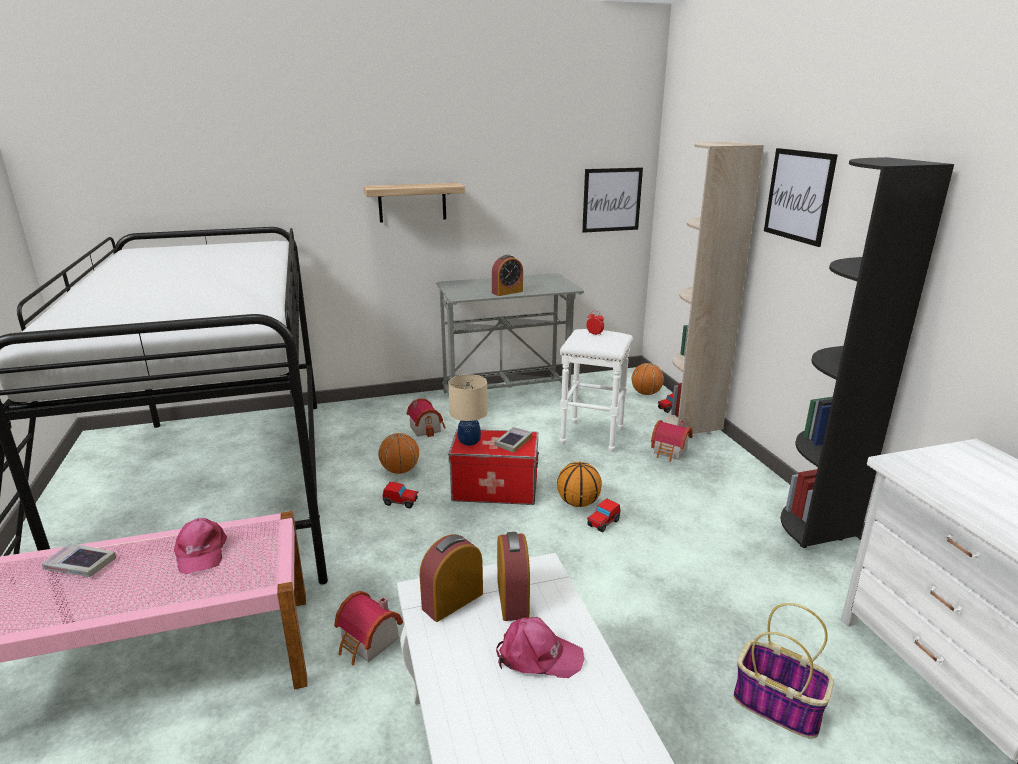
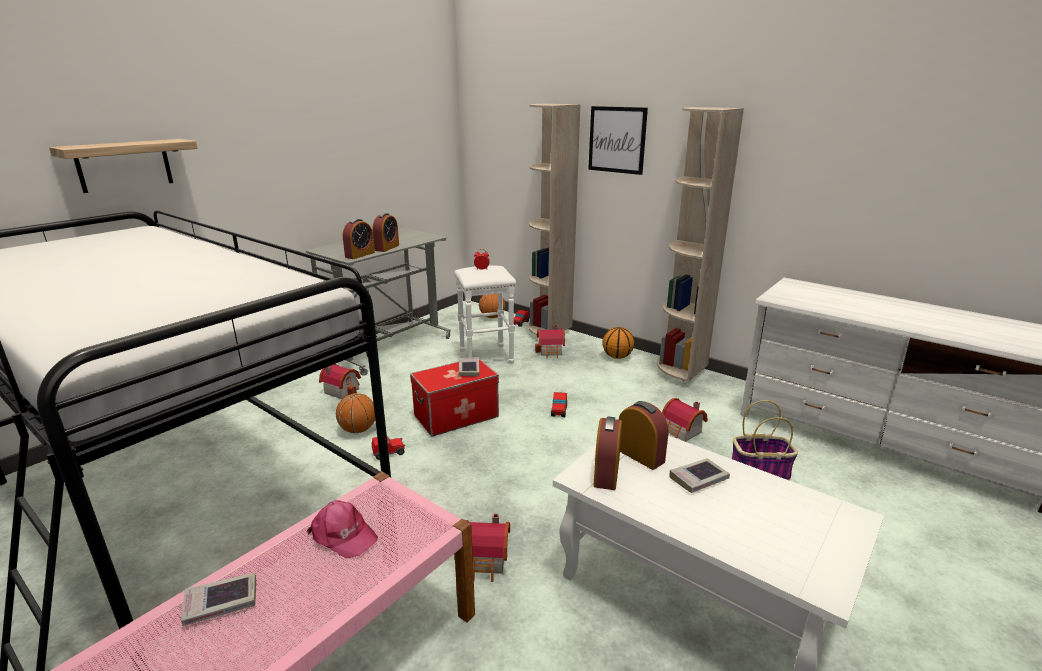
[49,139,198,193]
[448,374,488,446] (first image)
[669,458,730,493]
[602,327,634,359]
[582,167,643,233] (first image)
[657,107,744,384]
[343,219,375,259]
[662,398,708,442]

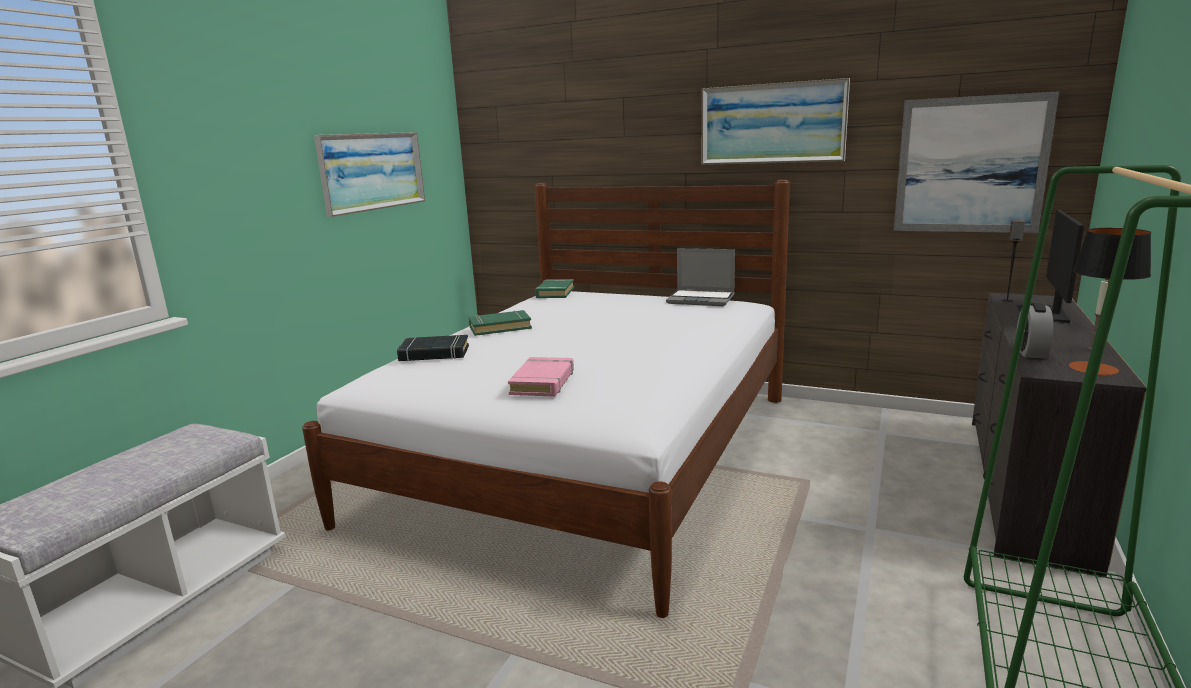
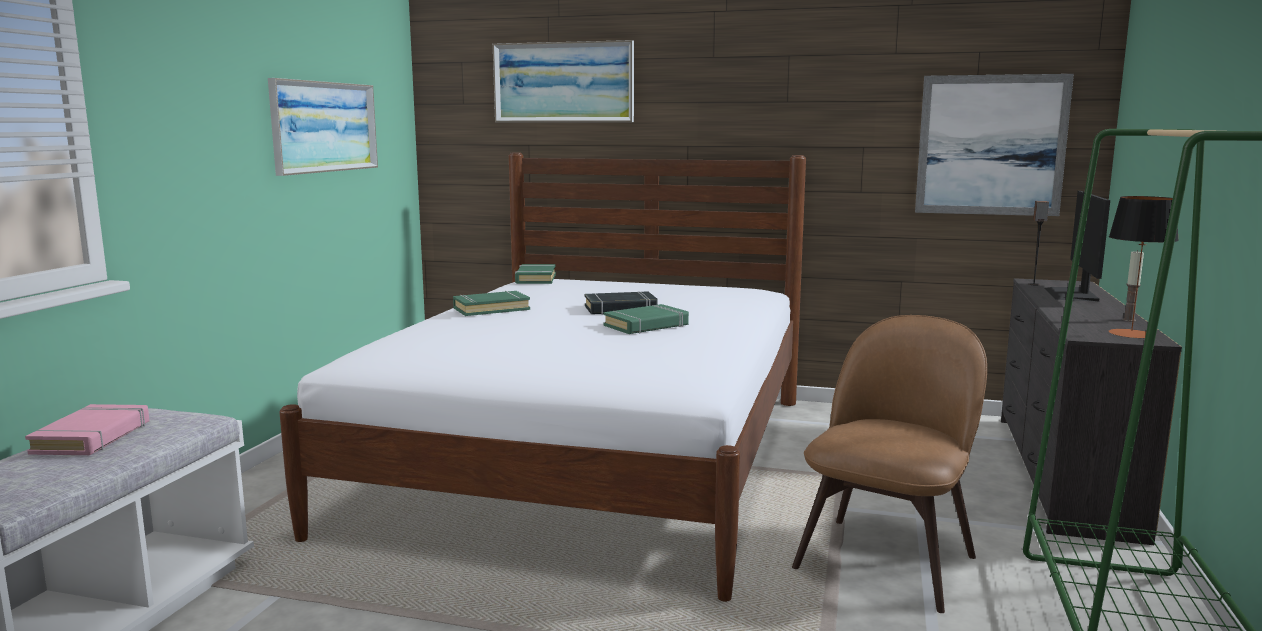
[585,291,658,315]
[25,404,150,455]
[666,248,735,306] (first image)
[493,40,634,122]
[1016,303,1054,359] (first image)
[603,304,689,334]
[792,315,987,613]

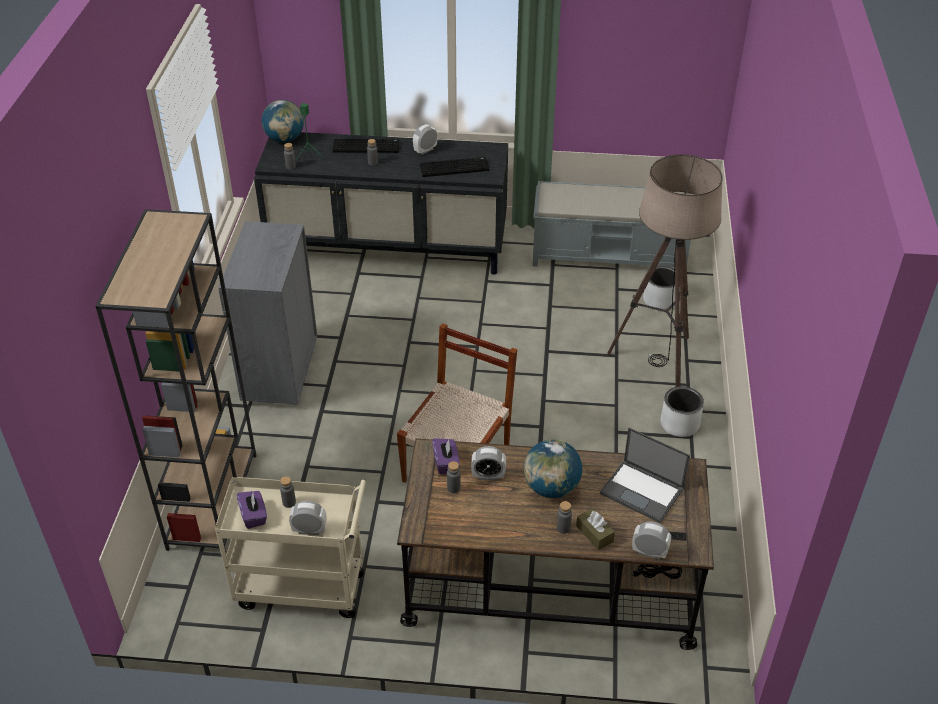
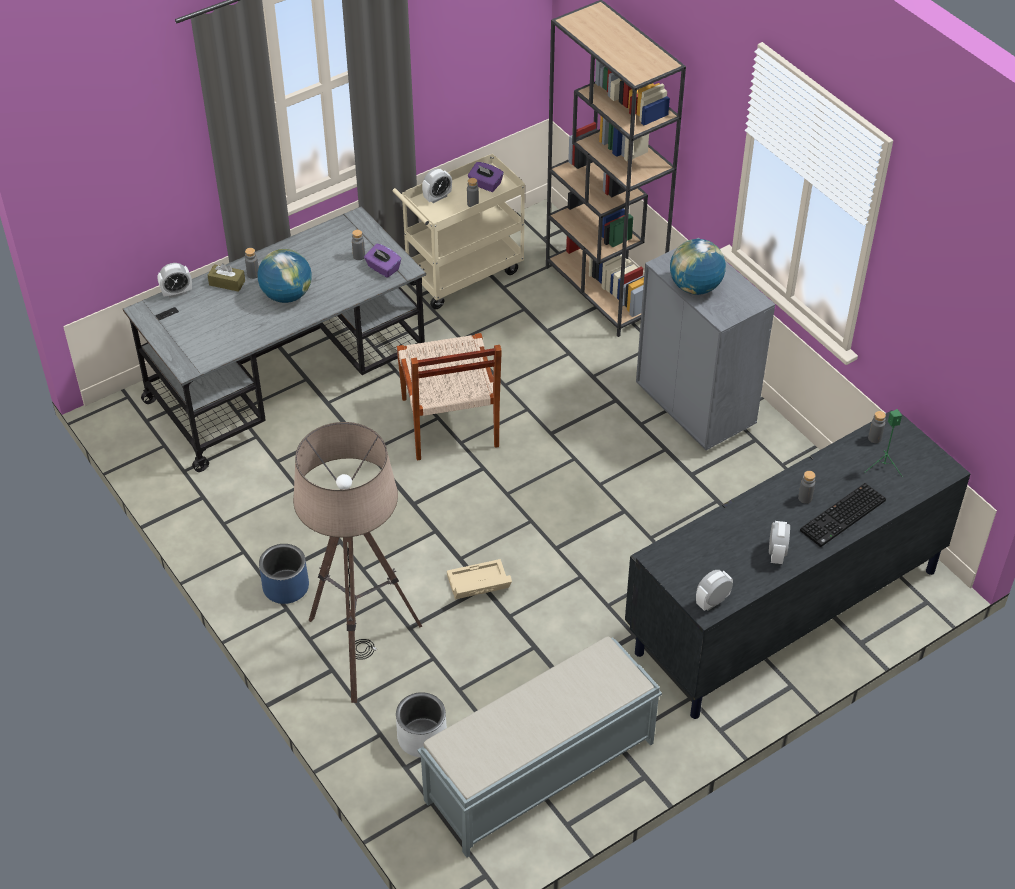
[670,239,726,295]
[123,206,426,472]
[420,157,489,177] (first image)
[696,570,733,611]
[600,428,690,523] (first image)
[259,544,309,604]
[447,559,512,600]

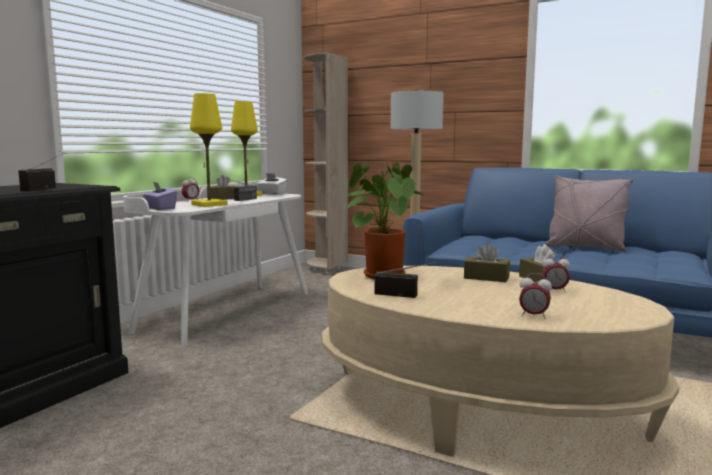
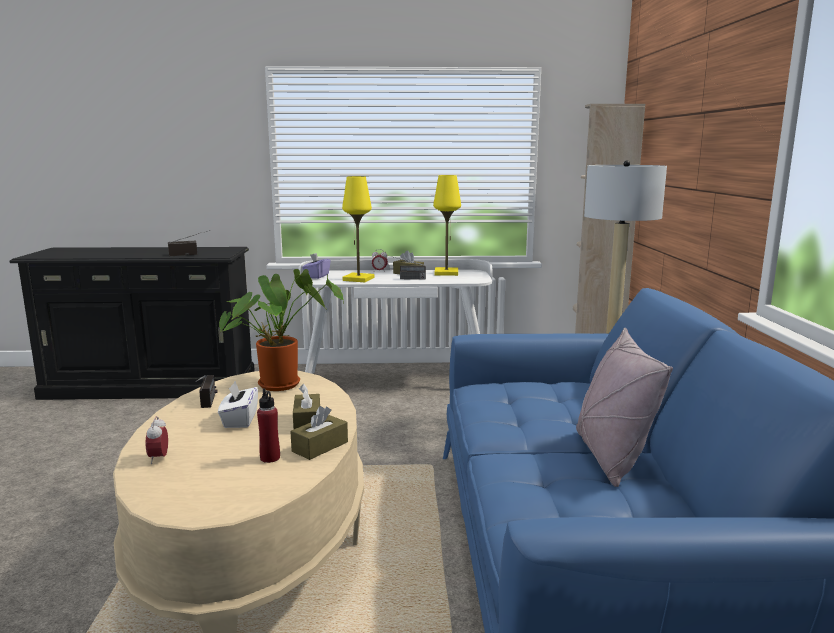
[218,381,258,428]
[257,388,280,463]

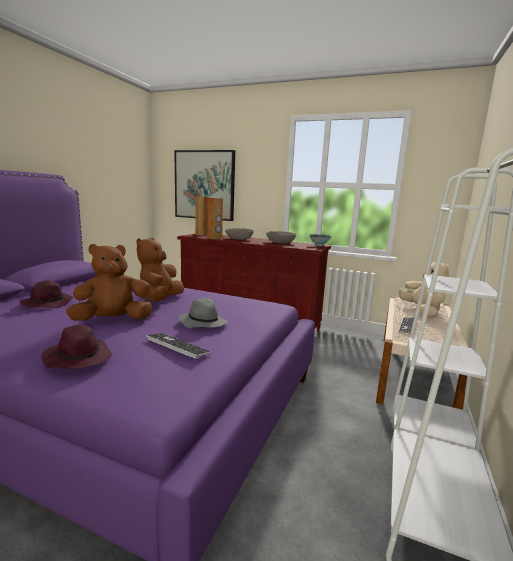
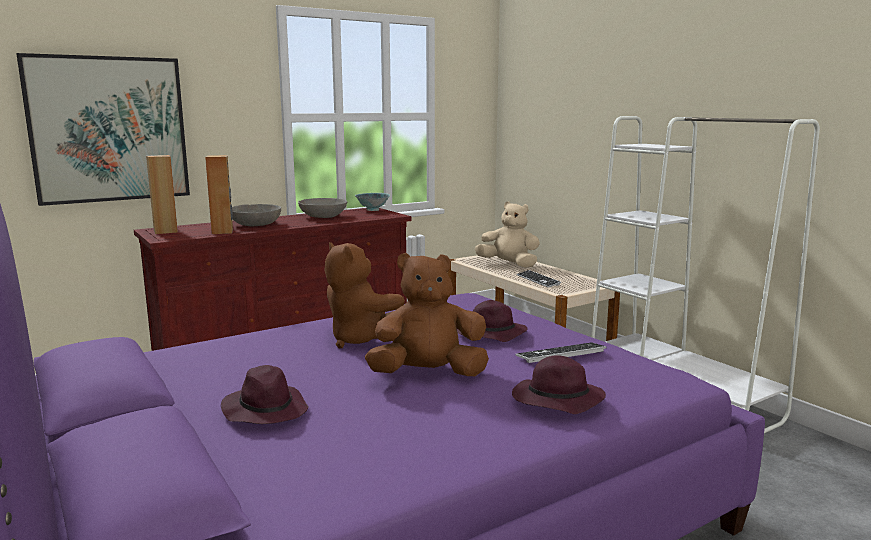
[365,253,489,376]
[457,300,527,342]

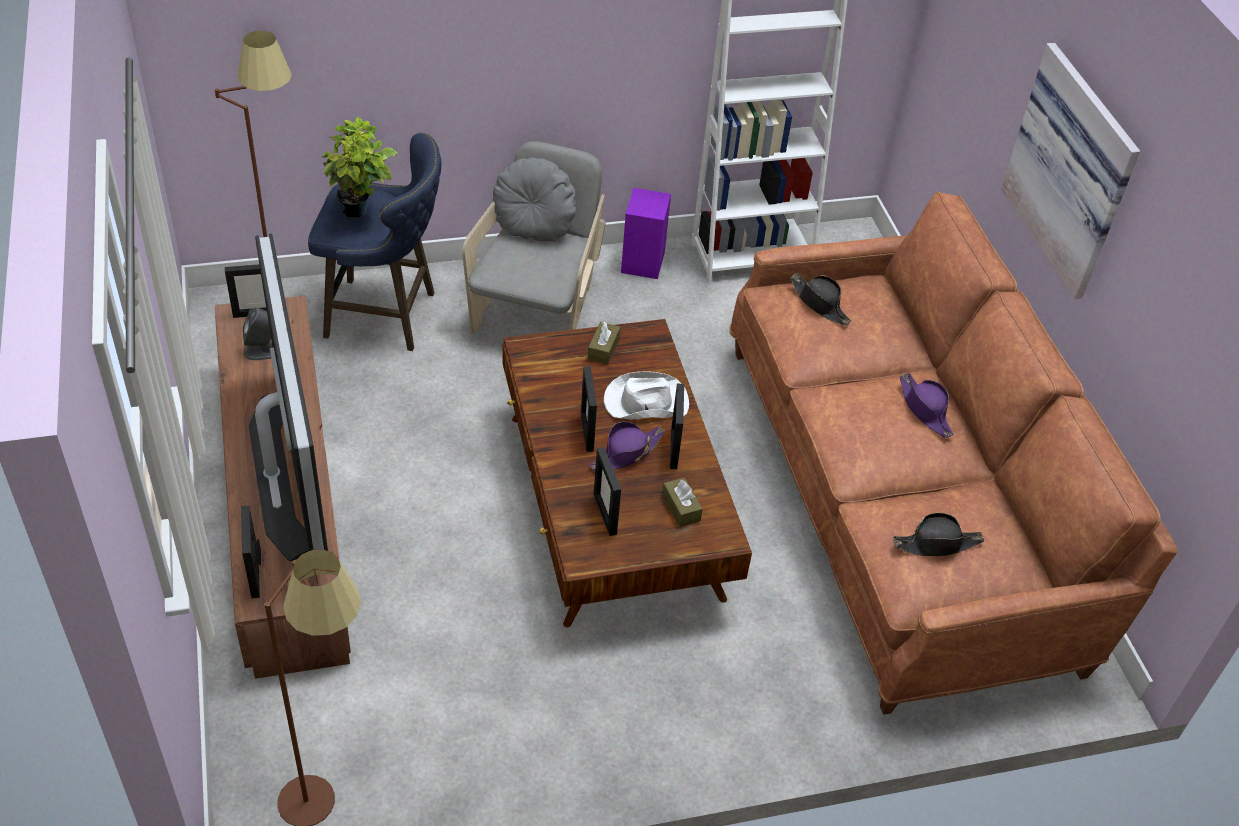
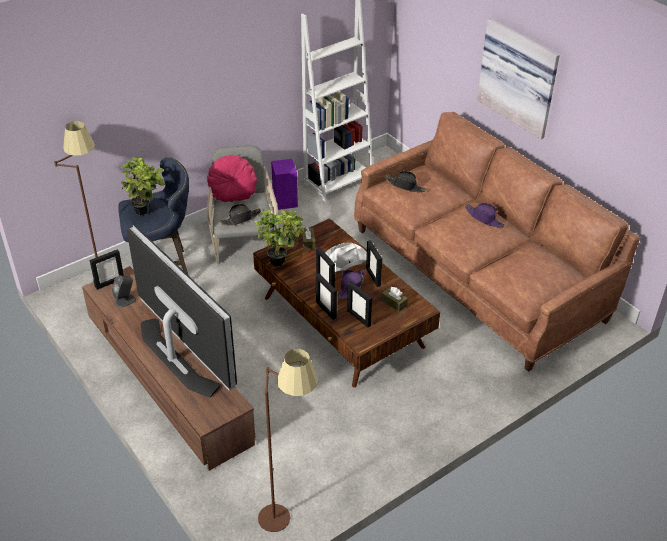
[316,273,337,320]
[207,155,257,202]
[220,204,261,225]
[255,209,303,267]

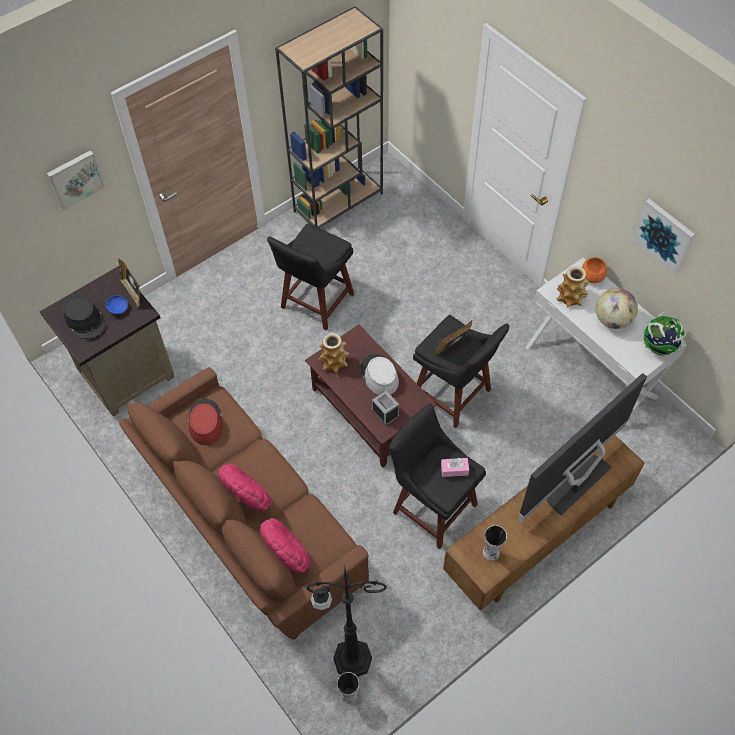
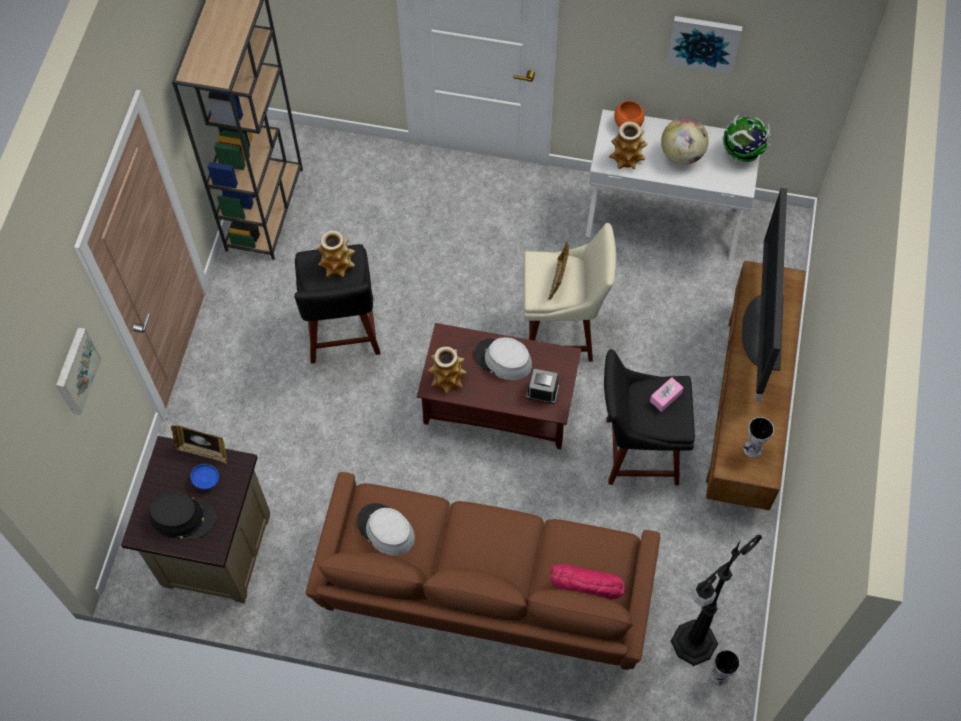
[357,503,415,556]
[218,464,272,511] (first image)
[523,223,616,361]
[317,230,355,277]

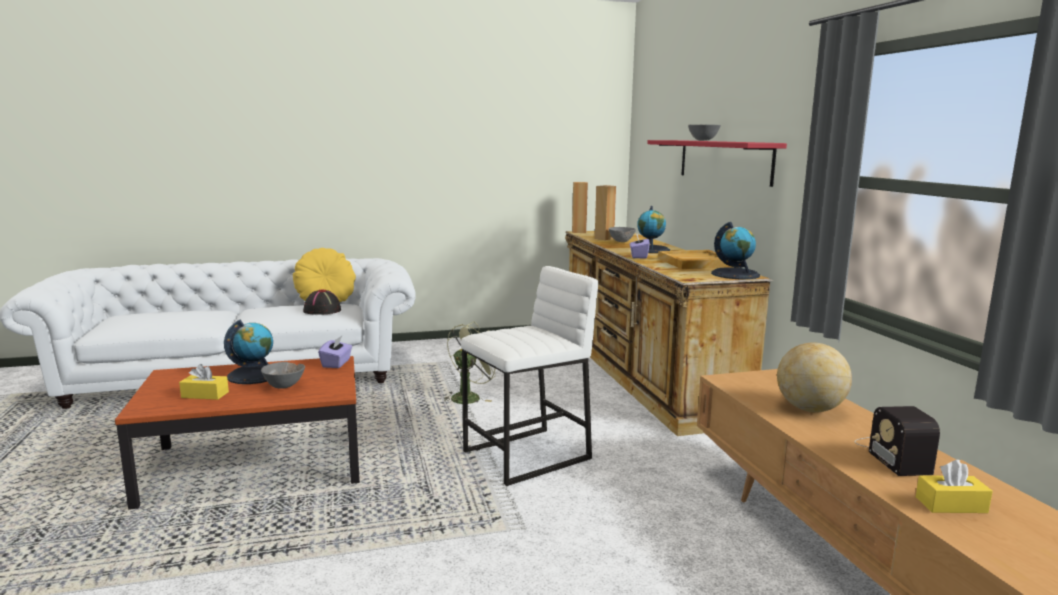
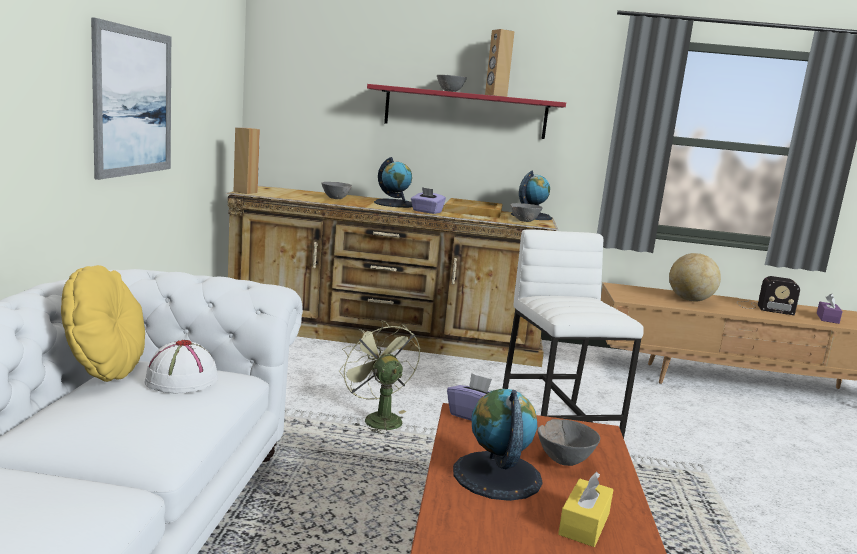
[144,340,218,393]
[485,29,515,97]
[816,294,843,324]
[91,17,171,180]
[510,203,543,222]

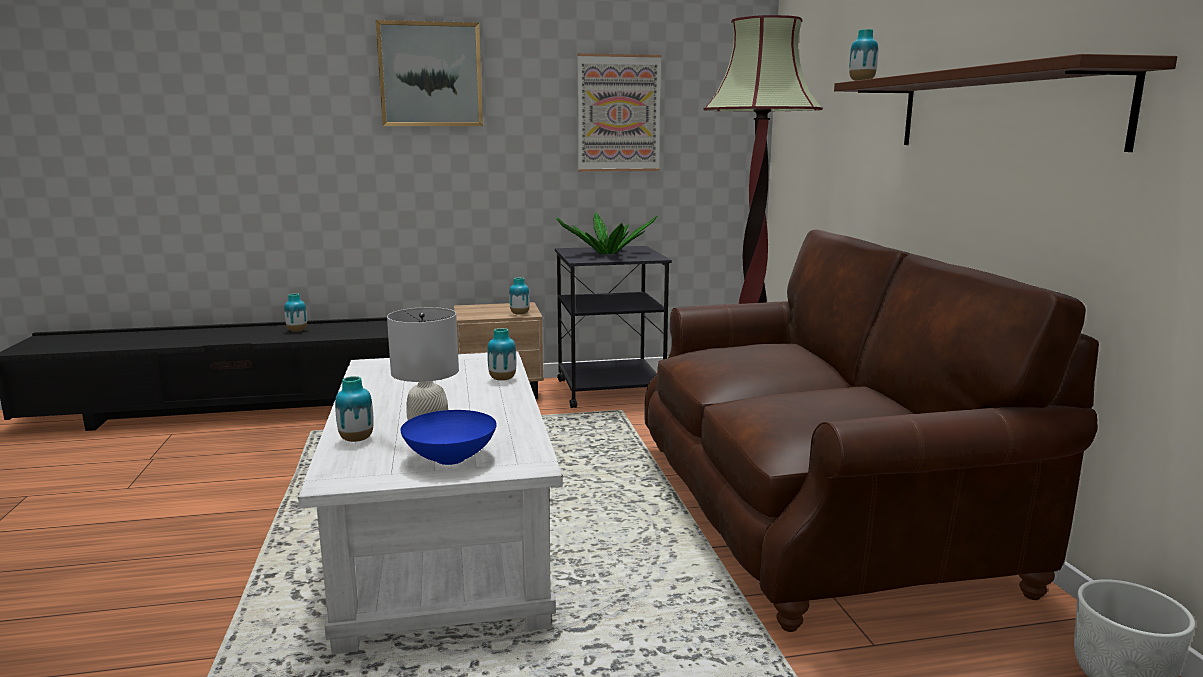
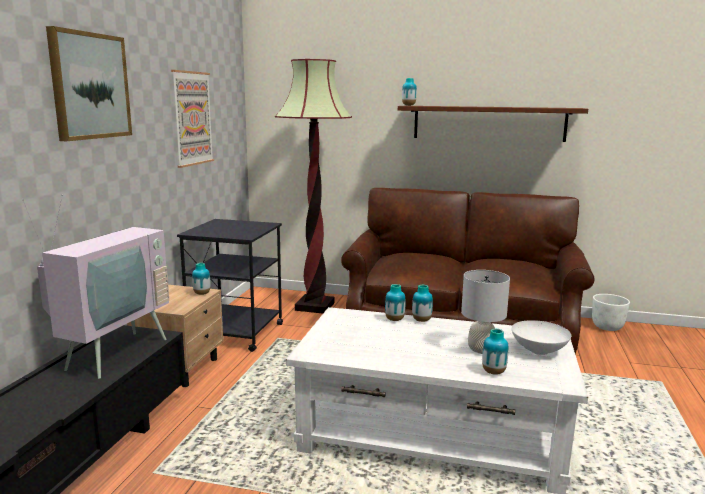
[412,285,433,322]
[511,320,571,355]
[556,213,657,254] (first image)
[22,194,169,379]

